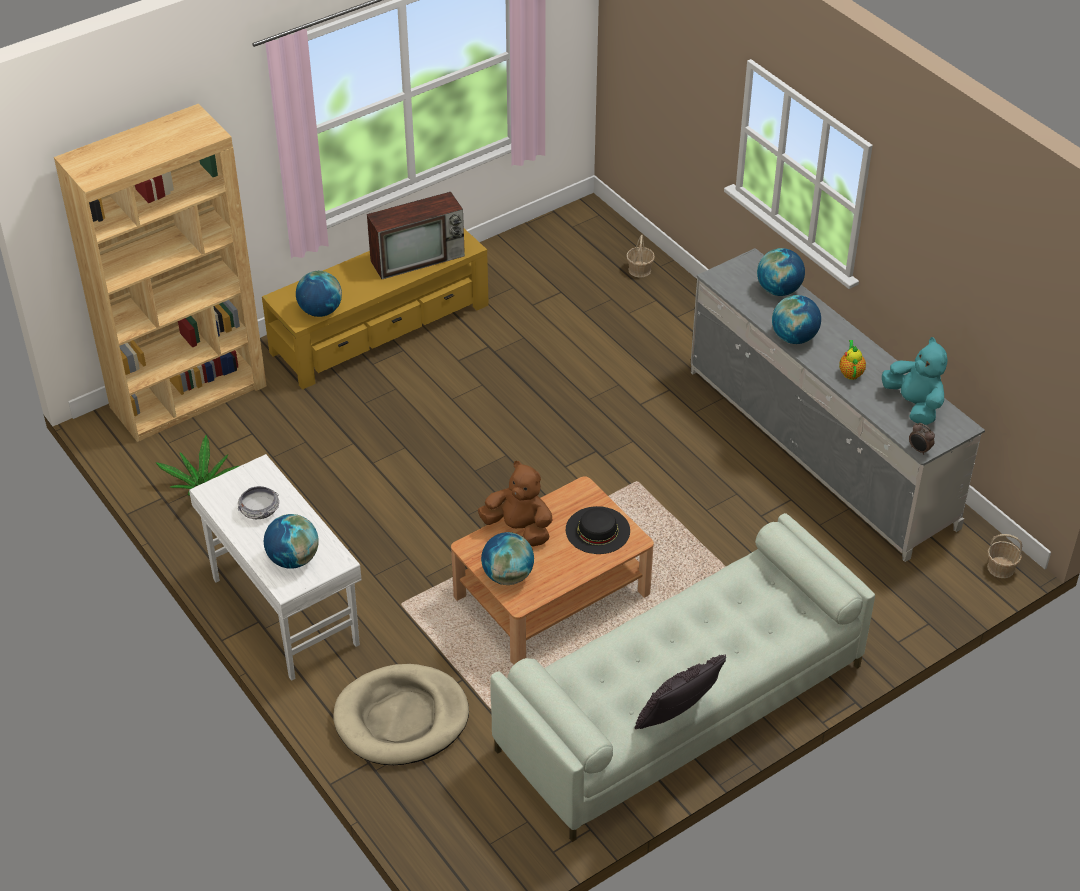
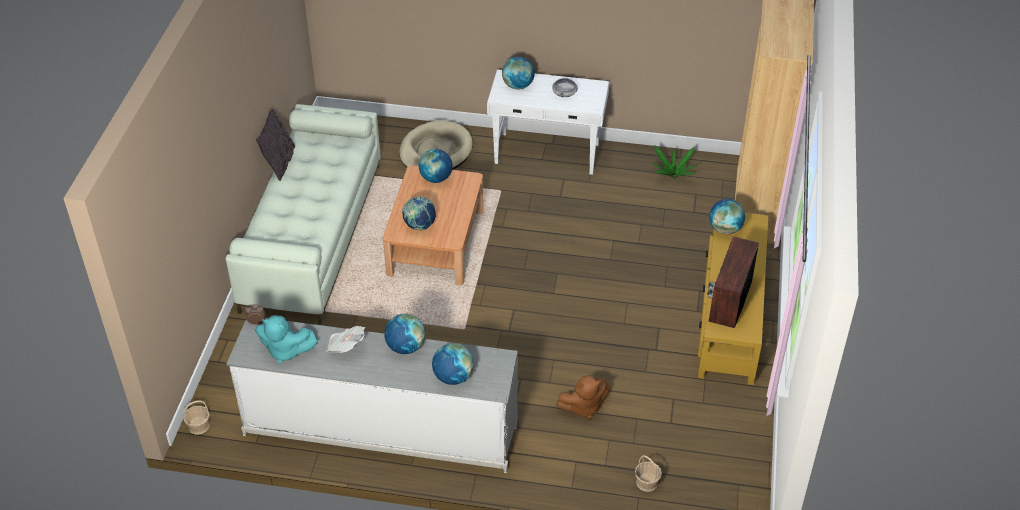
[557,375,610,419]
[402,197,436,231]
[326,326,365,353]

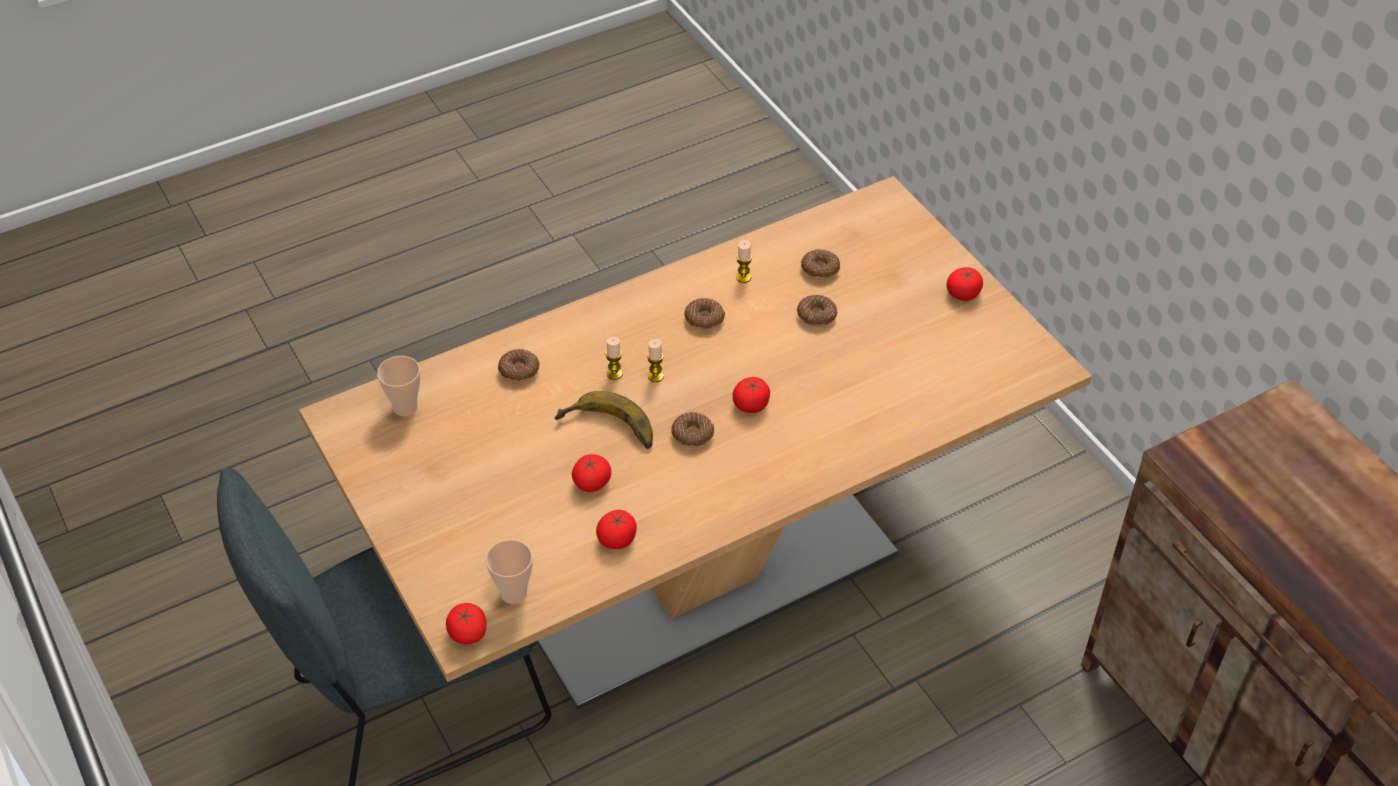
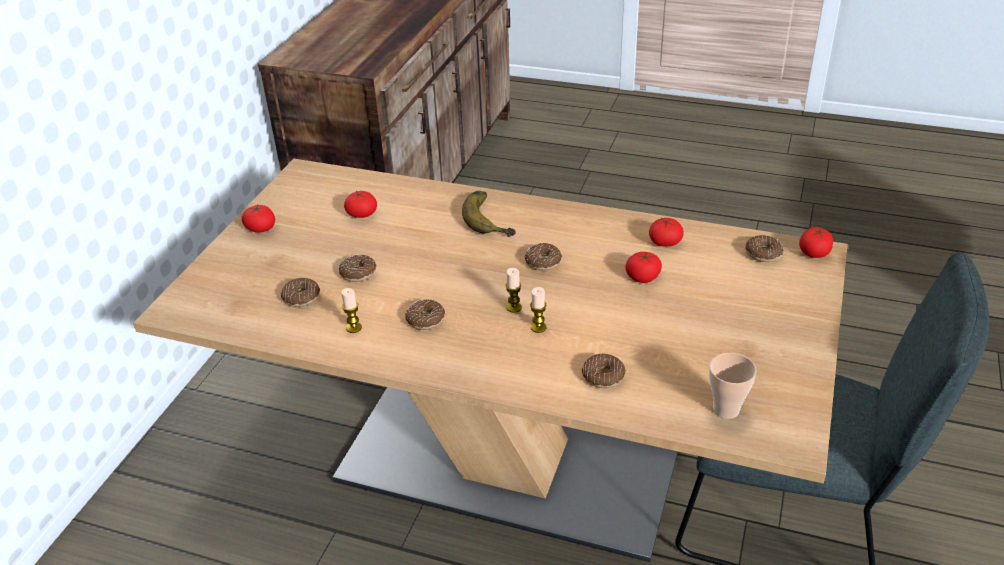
[745,235,784,262]
[462,191,516,237]
[344,191,377,218]

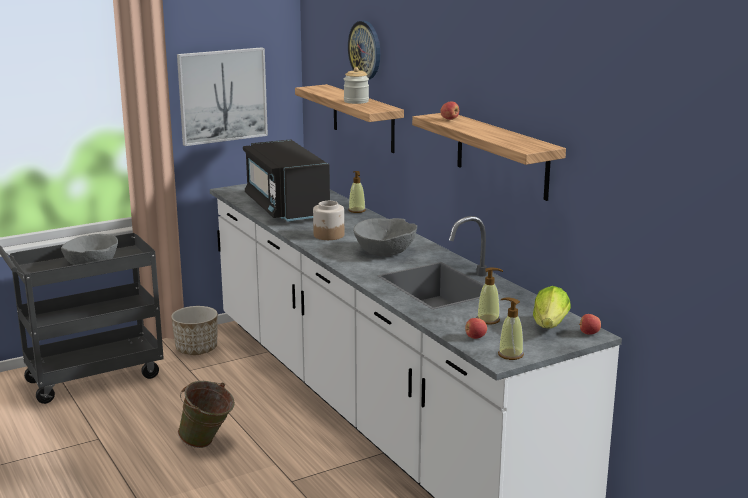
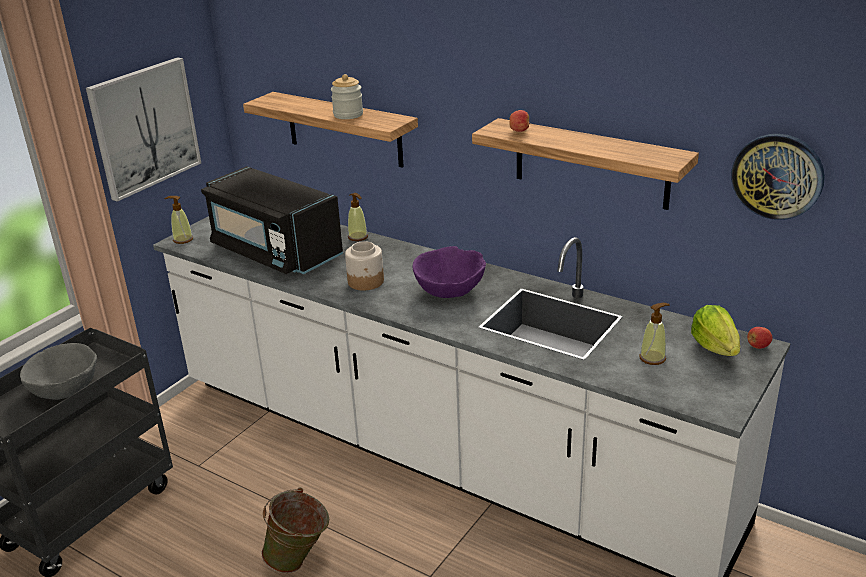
[171,306,218,355] (first image)
[731,134,825,220]
[413,246,486,298]
[465,318,487,339] (first image)
[165,196,193,244]

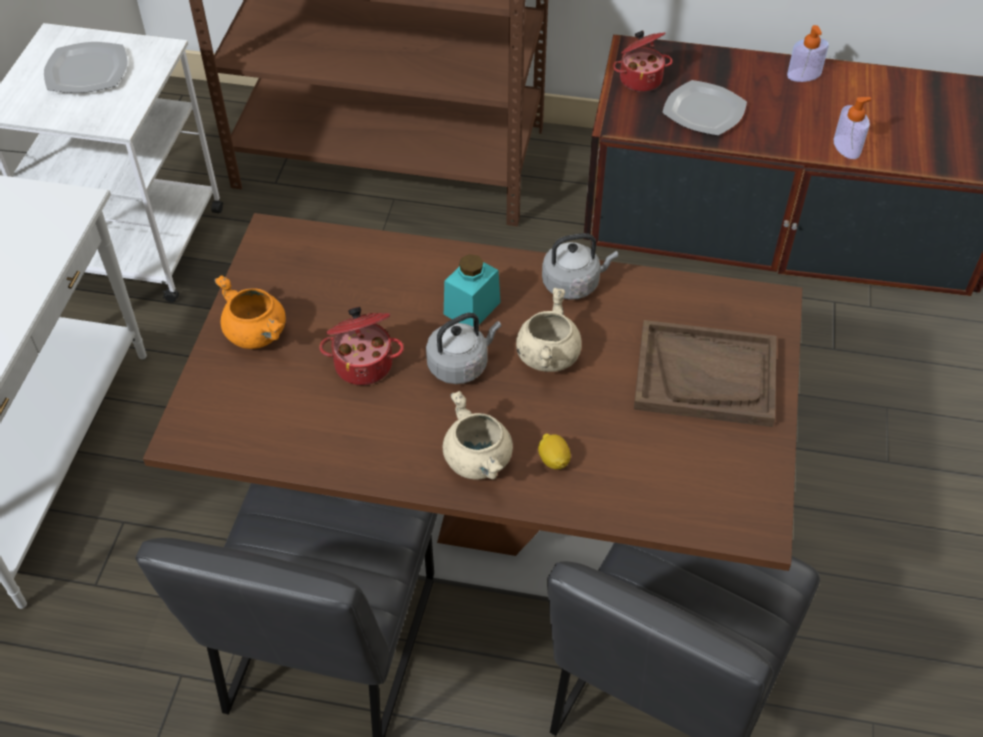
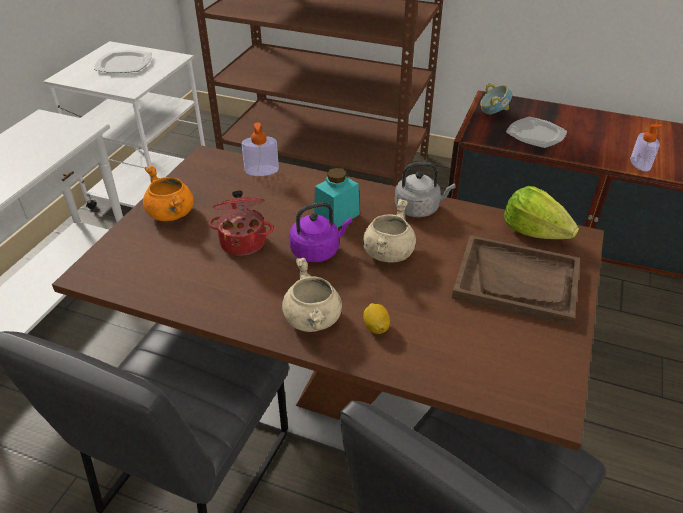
[289,202,352,262]
[480,83,512,115]
[242,123,279,176]
[504,186,579,239]

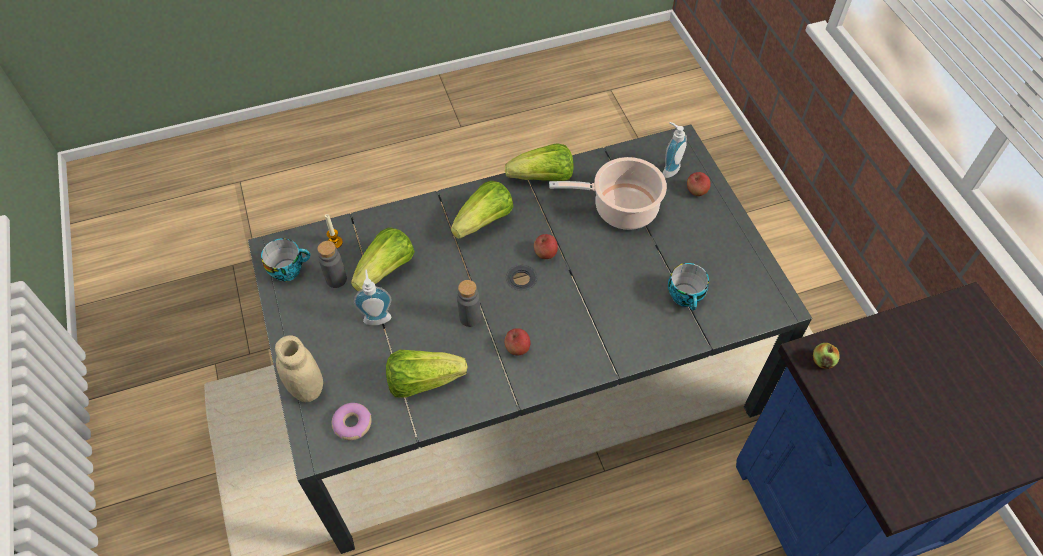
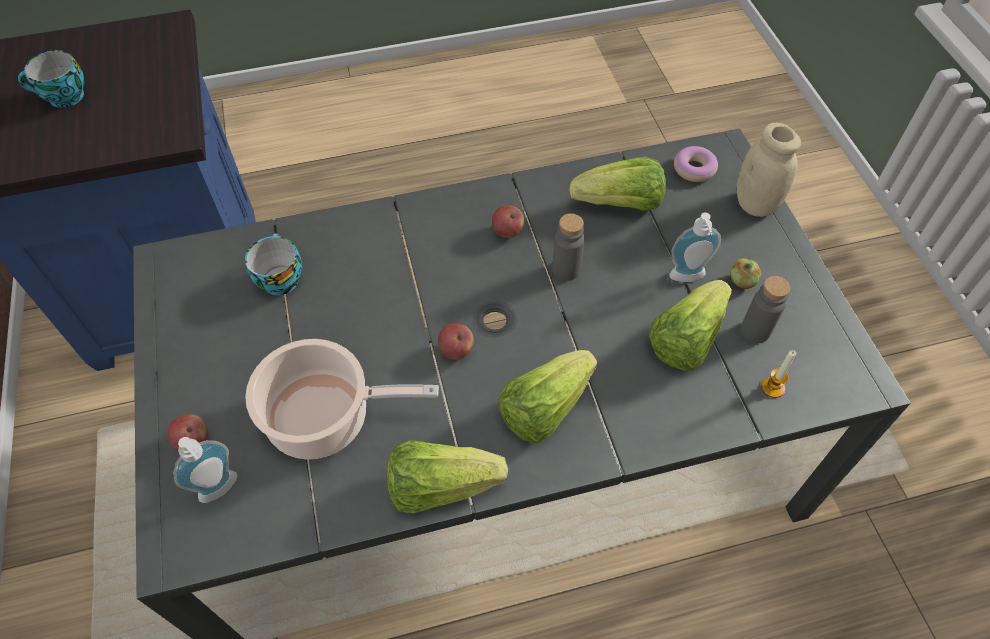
[18,50,84,108]
[730,258,761,289]

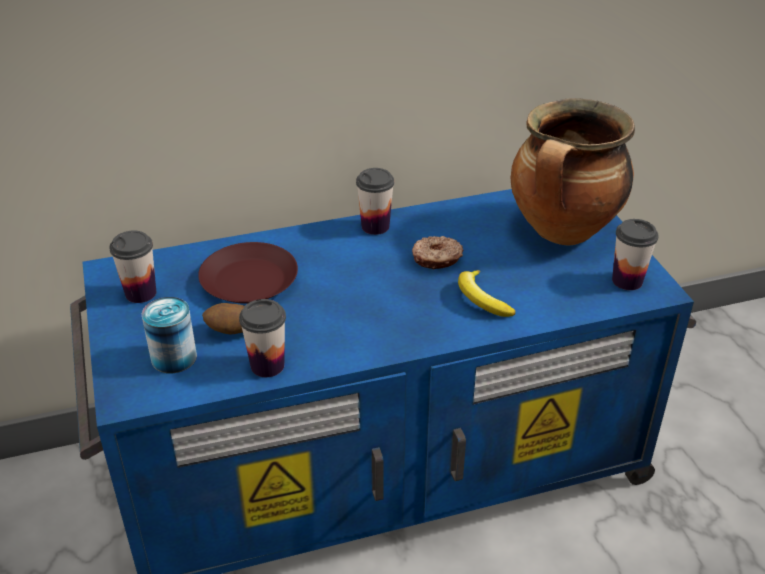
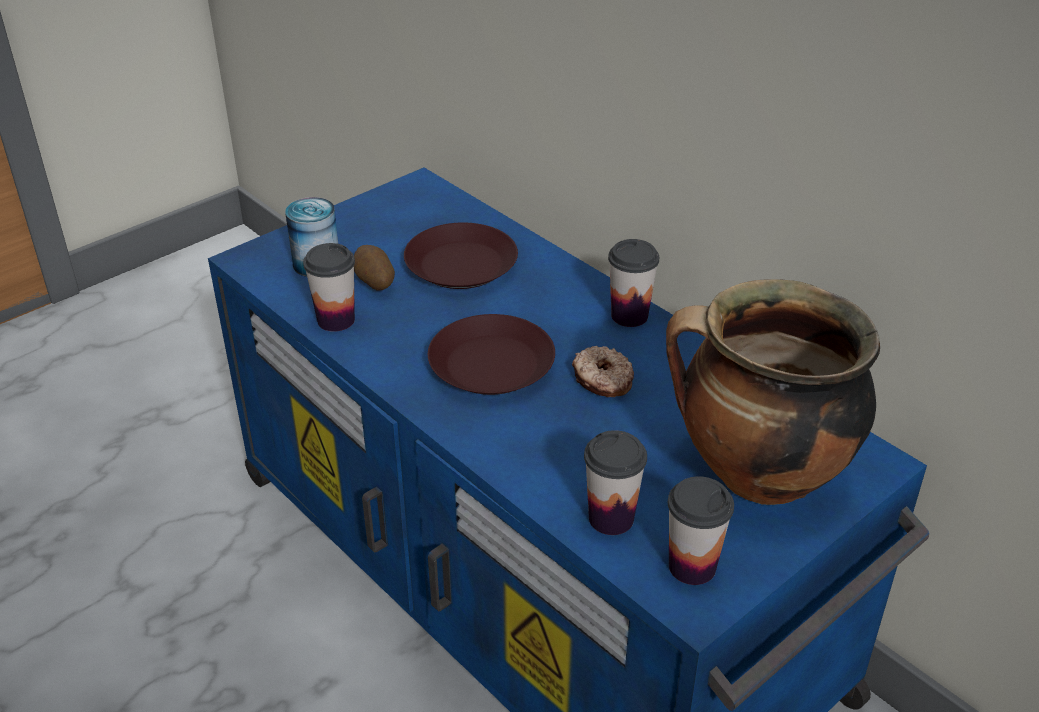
[584,430,647,535]
[458,270,515,317] (first image)
[428,314,555,395]

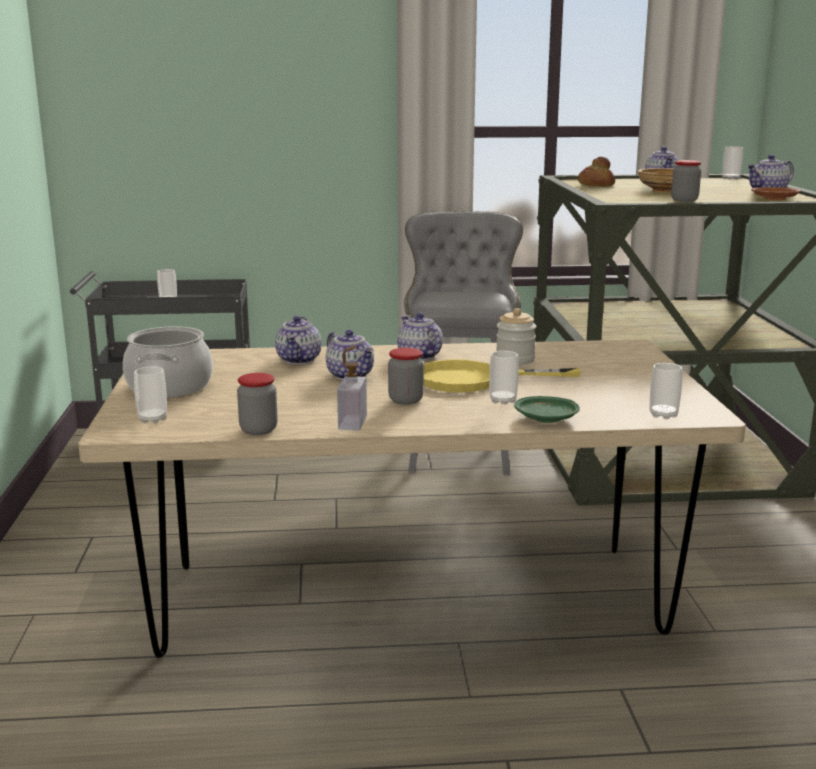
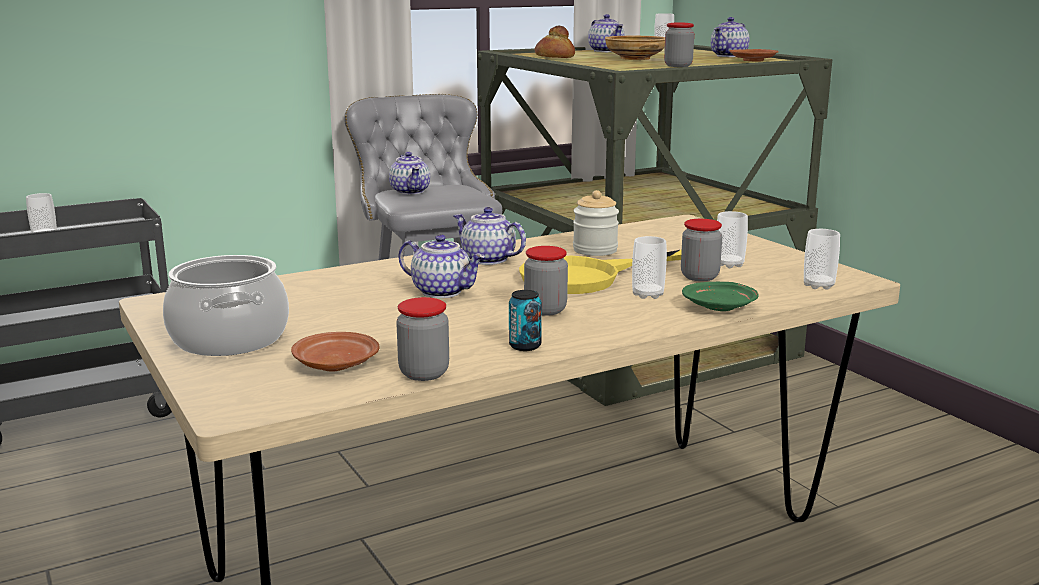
[717,211,748,268]
[389,152,430,195]
[509,290,542,351]
[291,332,380,372]
[681,219,722,281]

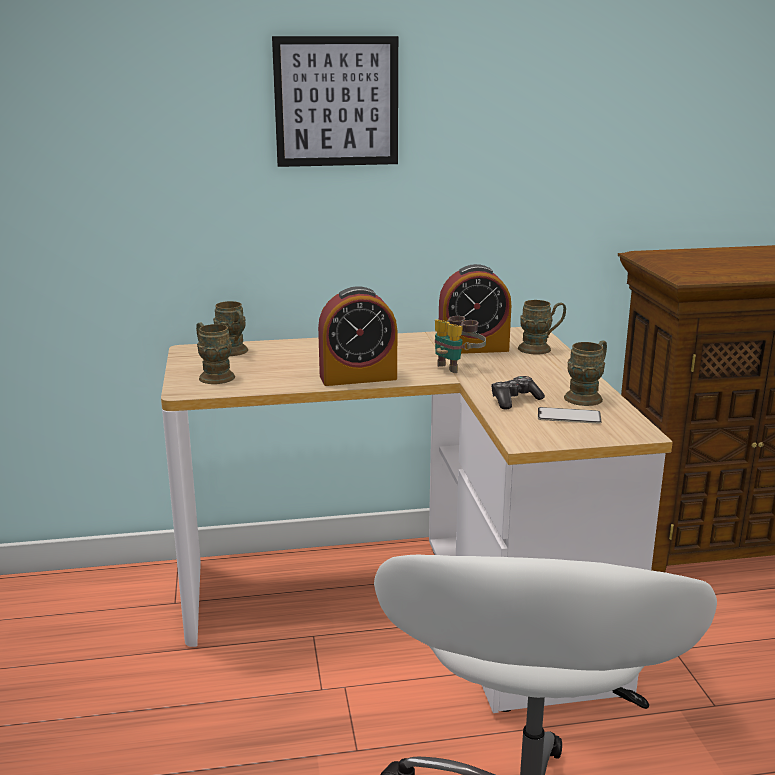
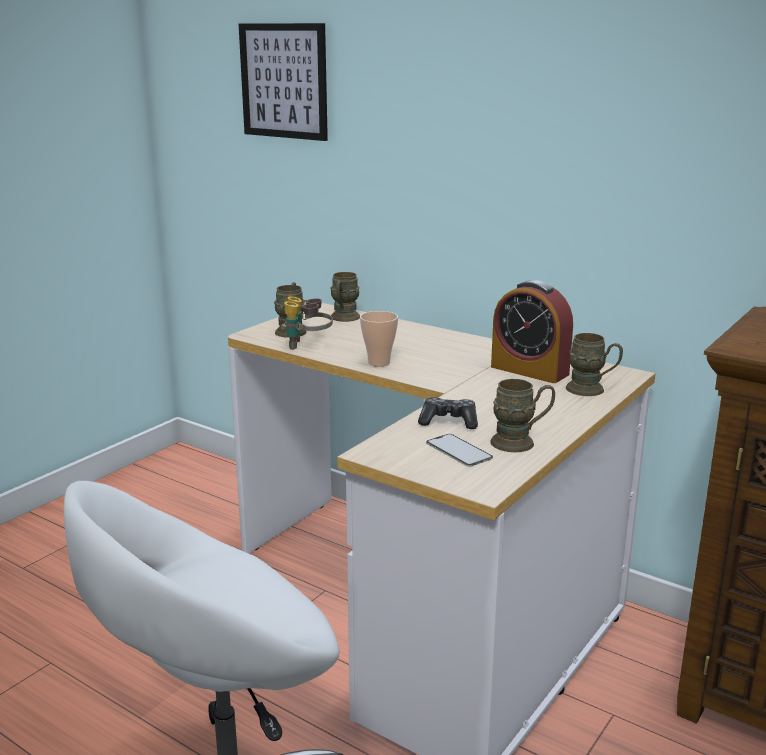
[239,23,328,141]
[360,311,398,367]
[281,296,333,350]

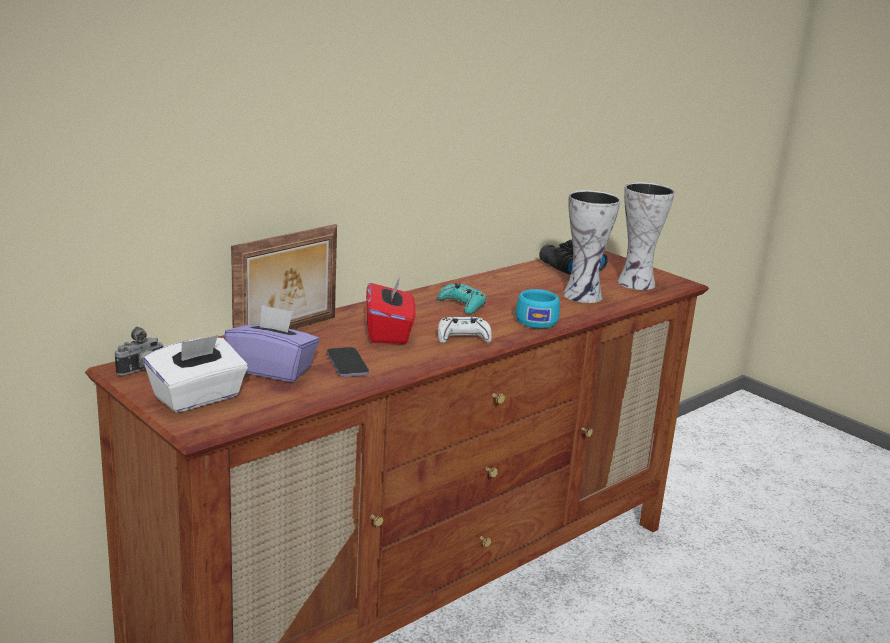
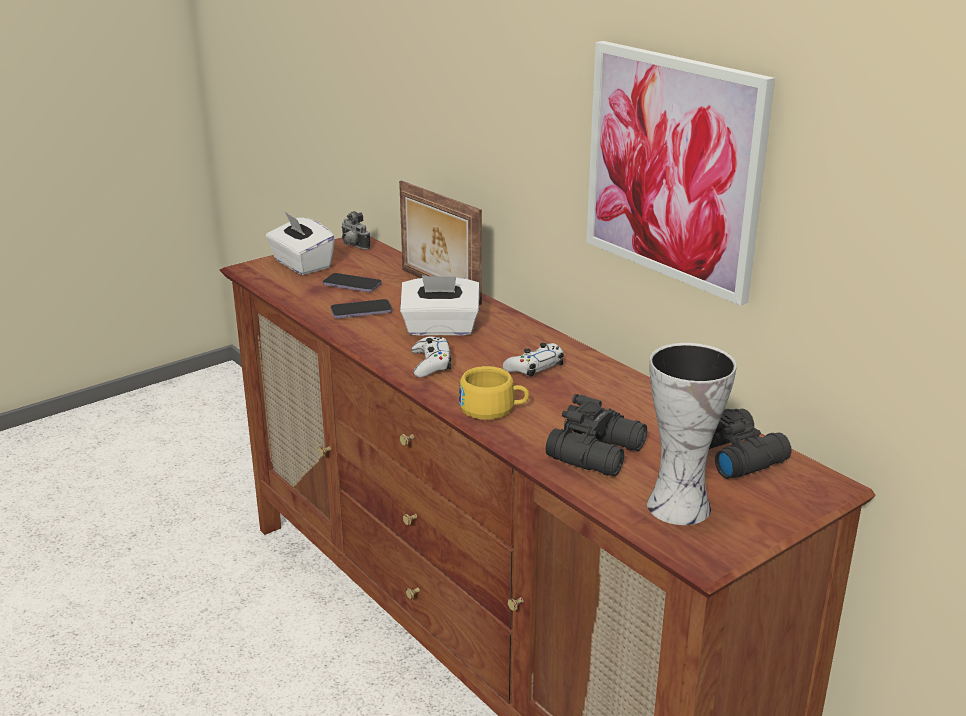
[323,273,382,292]
[400,275,480,336]
[503,343,564,376]
[459,366,529,420]
[546,394,647,476]
[586,41,775,306]

